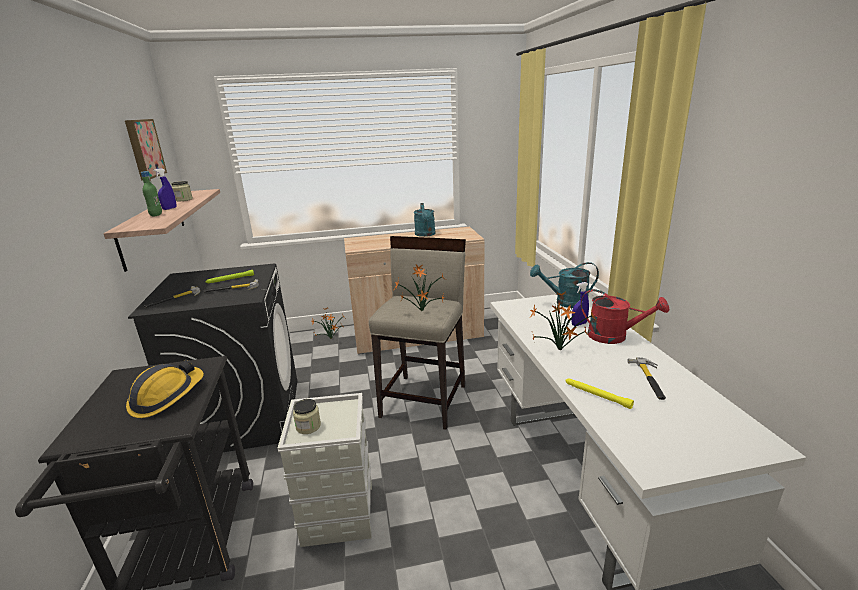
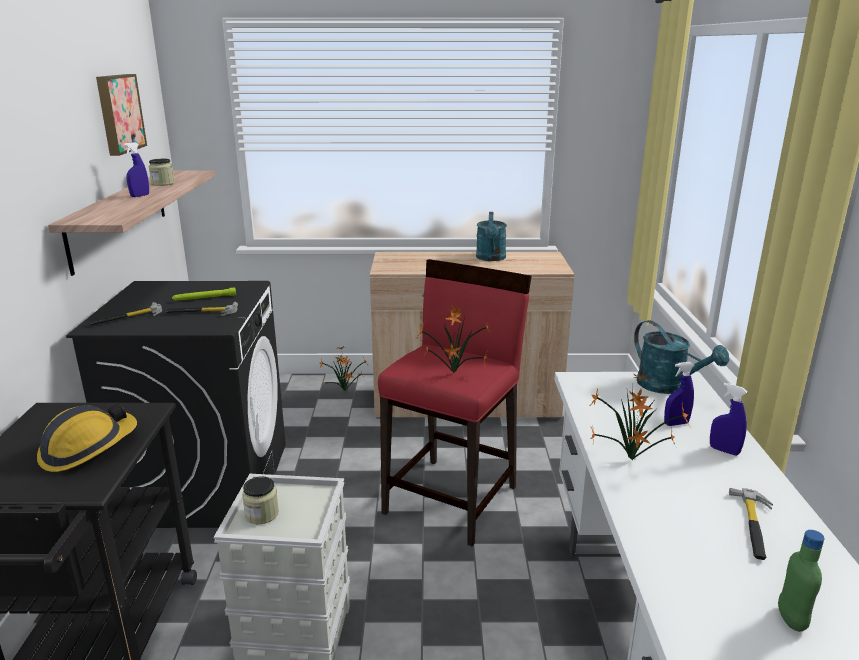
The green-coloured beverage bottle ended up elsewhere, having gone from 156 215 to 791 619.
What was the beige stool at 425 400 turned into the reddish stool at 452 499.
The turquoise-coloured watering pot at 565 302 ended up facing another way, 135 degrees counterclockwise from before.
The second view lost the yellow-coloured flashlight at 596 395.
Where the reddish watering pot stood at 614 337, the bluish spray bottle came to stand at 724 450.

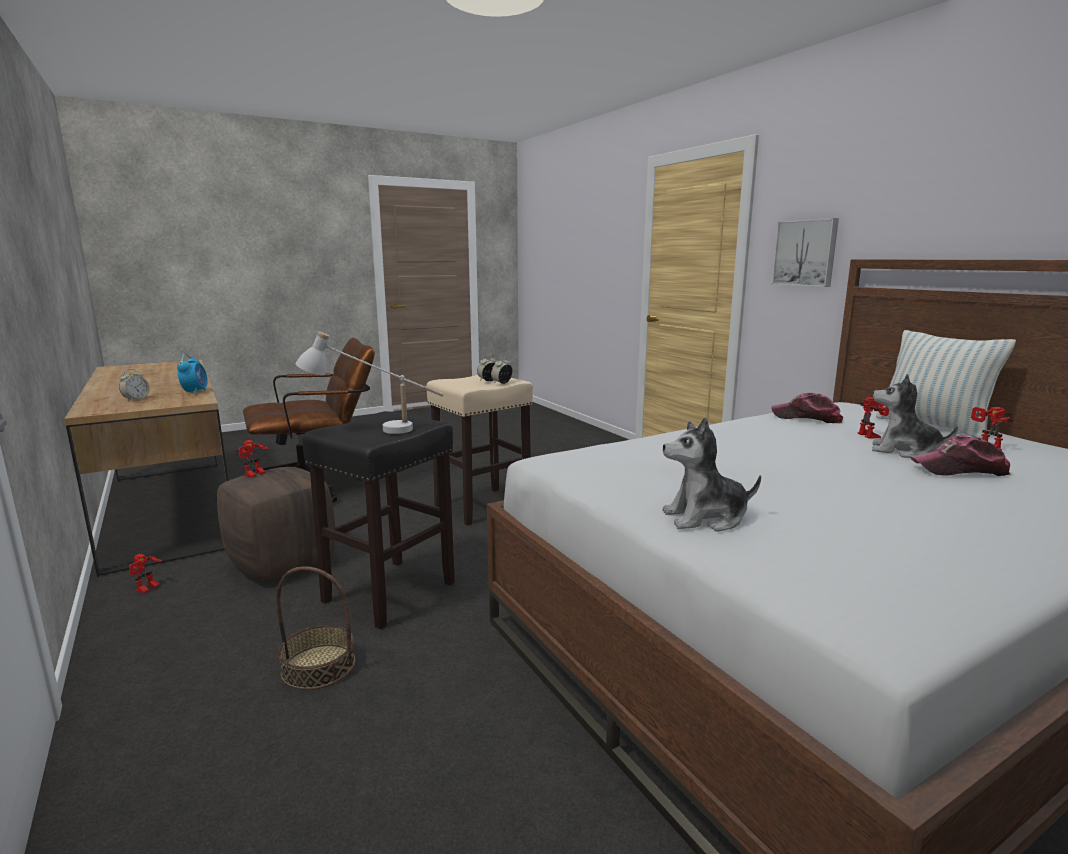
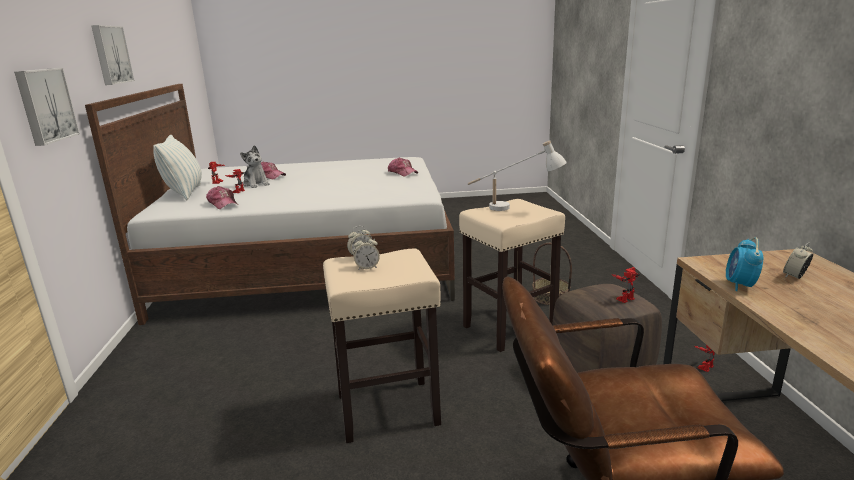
What was the black-coloured stool at 390 591 turned into the beige stool at 509 328.
Where the soft toy stood at 705 518, the peaked cap came to stand at 402 173.
The second view gained the picture at 110 55.

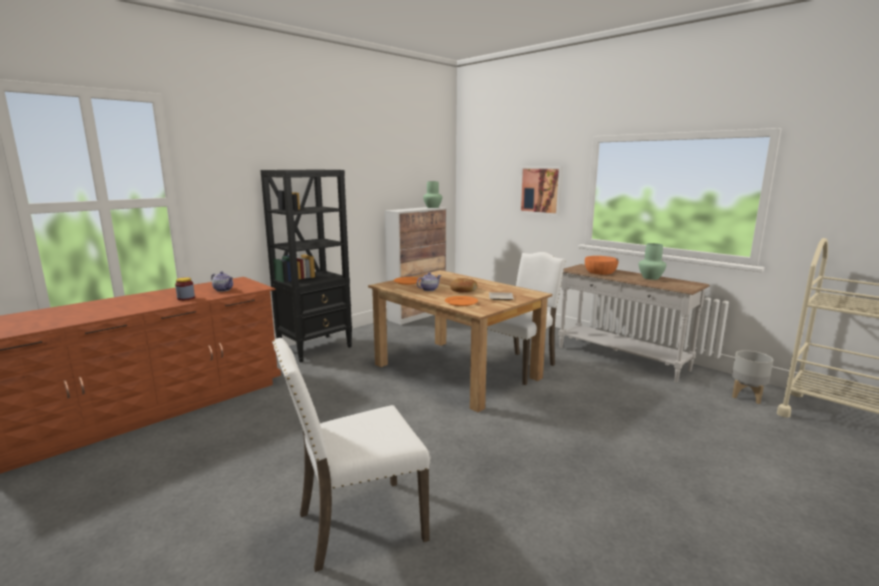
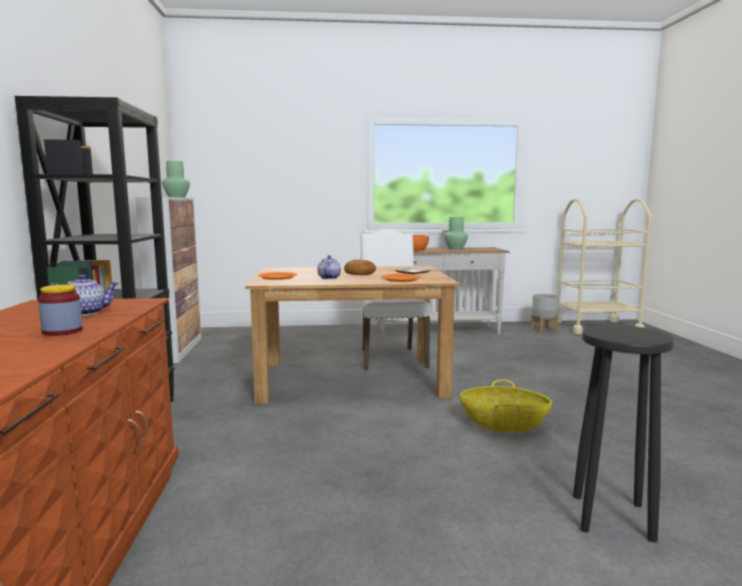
Where the white plain chair stood at 357 525, the black-coloured stool came to stand at 610 516.
The second view lost the picture at 540 190.
The second view gained the storage basket at 504 424.

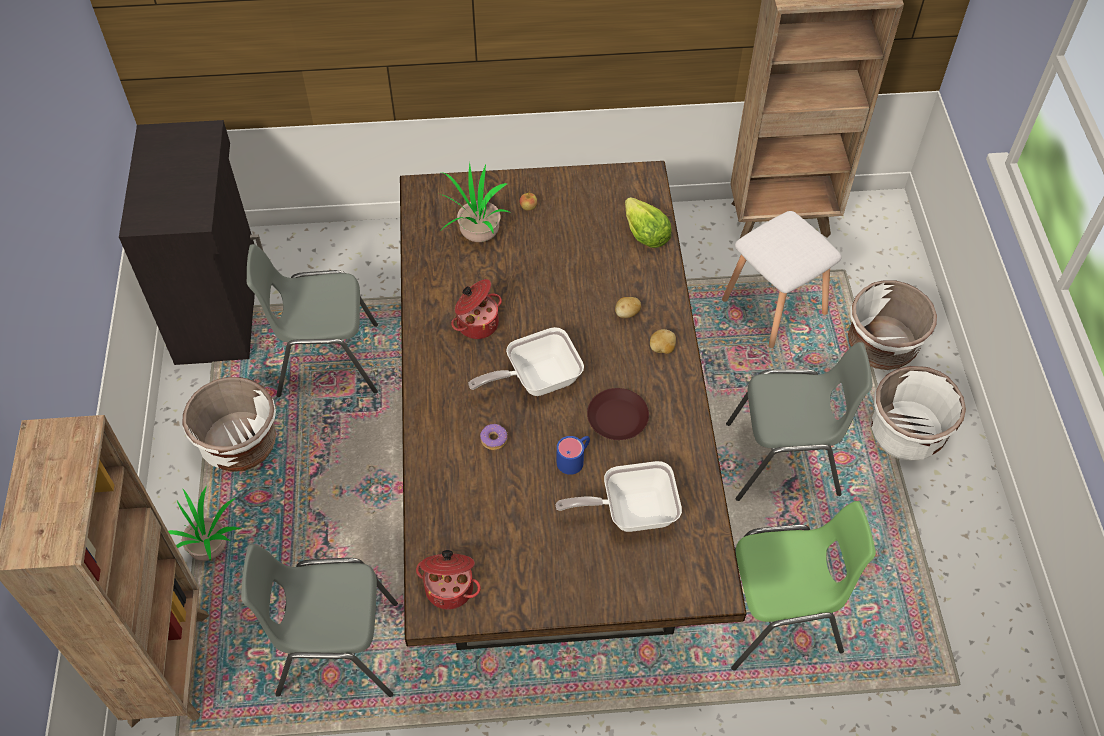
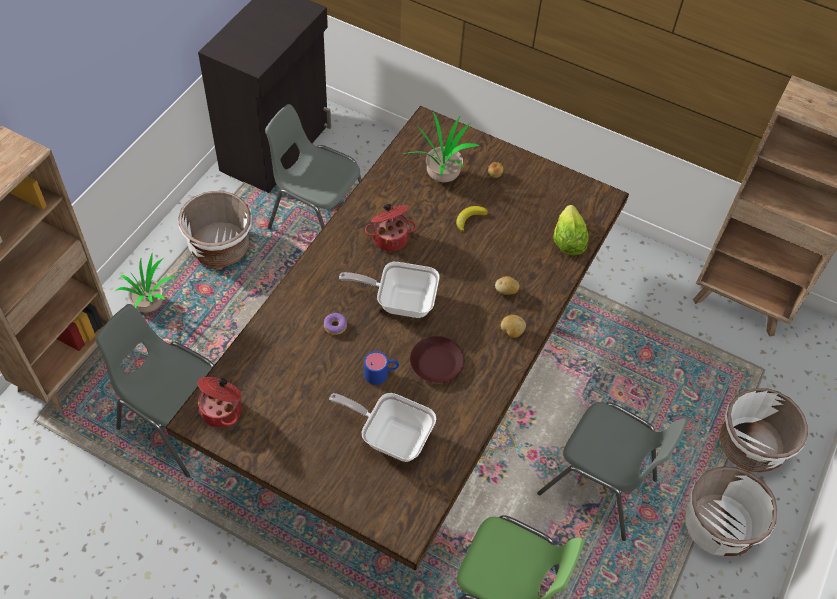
The second view lost the white stool at 776 307.
The second view gained the banana fruit at 469 219.

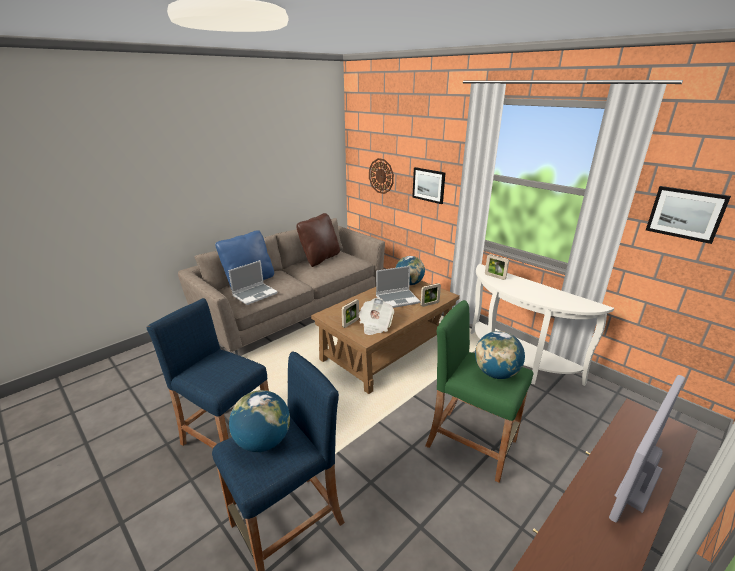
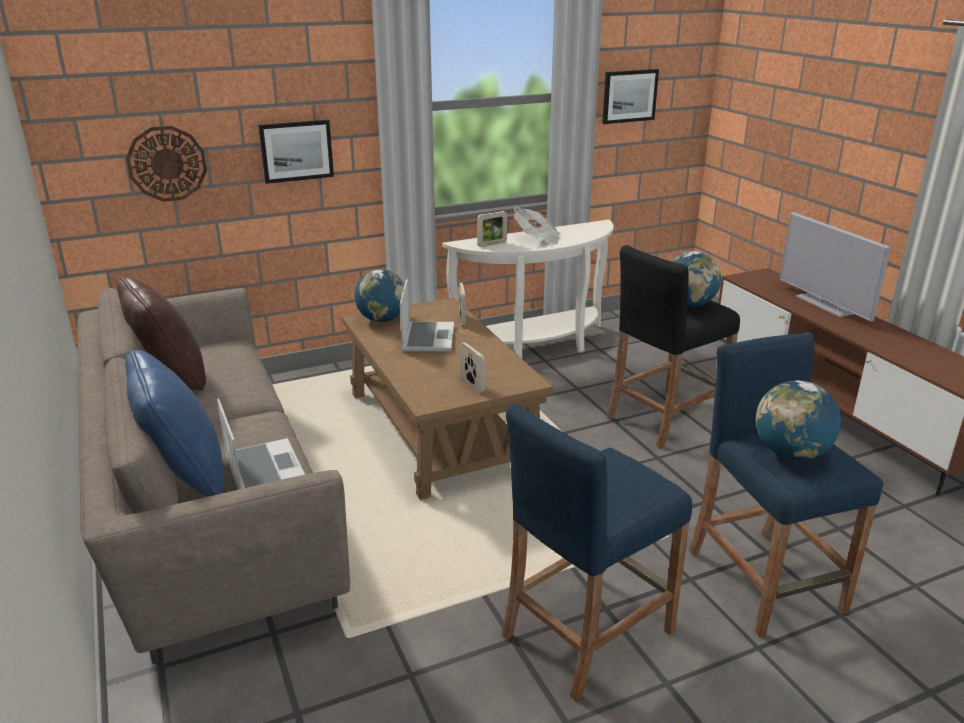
The daily paper ended up elsewhere, having gone from 375 325 to 537 239.
What was the green-coloured stool at 471 443 turned into the black-coloured stool at 664 417.

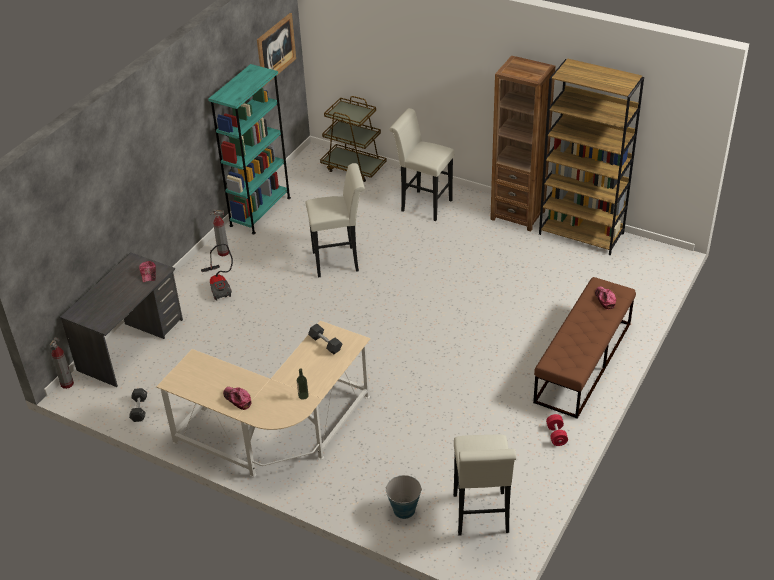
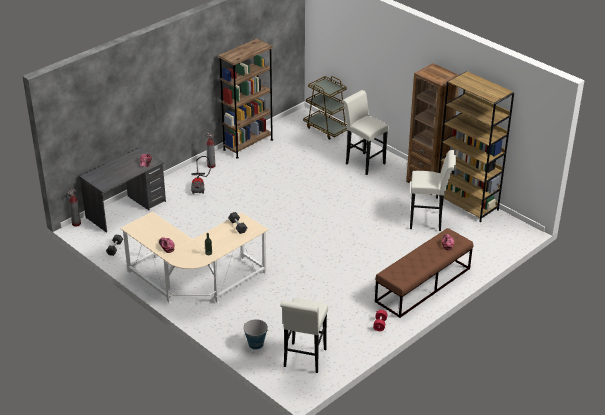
What was the turquoise-coloured shelving unit at 260 211 turned into the brown-coloured shelving unit at 248 145.
The second view lost the picture at 276 49.
The white stool ended up elsewhere, having gone from 339 261 to 429 221.

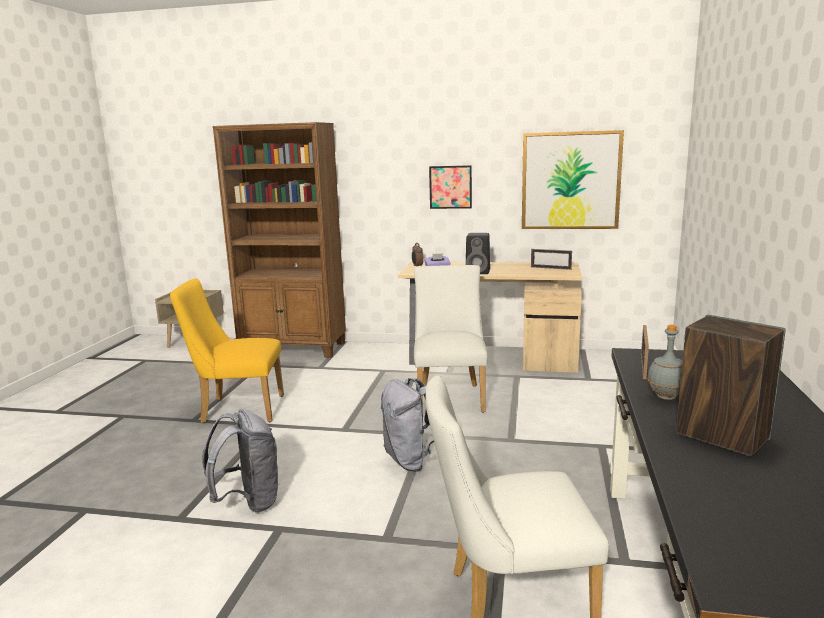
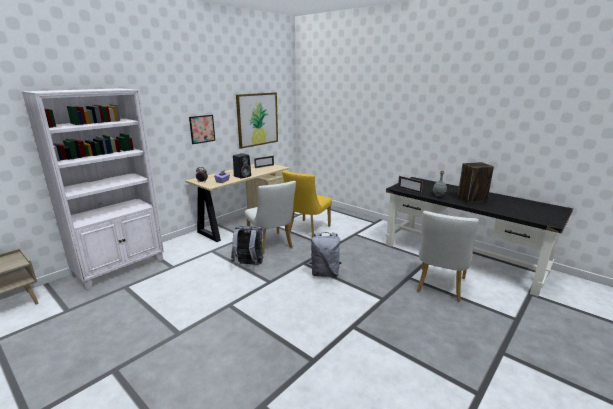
The yellow-coloured plain chair ended up elsewhere, having gone from 236 410 to 307 230.
The greyish backpack ended up elsewhere, having gone from 248 502 to 249 265.
What was the brown-coloured shelving unit at 294 348 turned into the white shelving unit at 120 267.
The white plain chair at 450 396 ended up facing another way, 150 degrees counterclockwise from before.

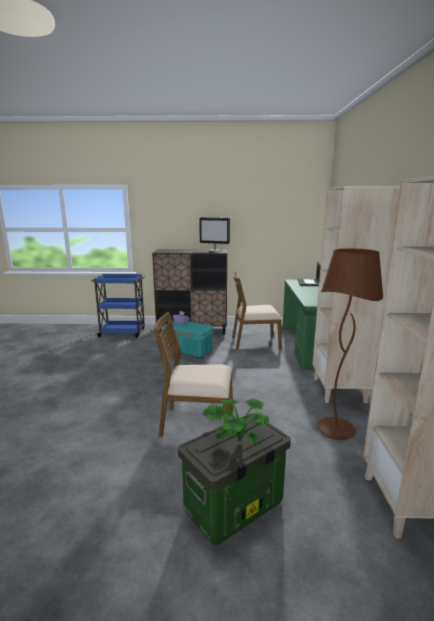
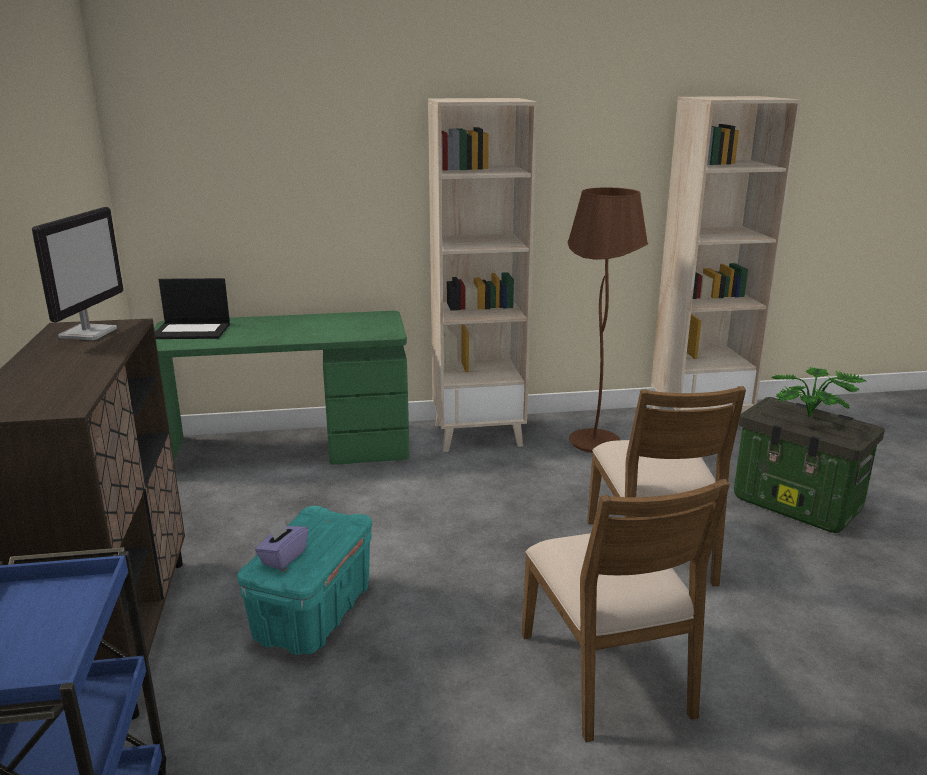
The brown-coloured plain chair ended up elsewhere, having gone from 255 342 to 608 673.

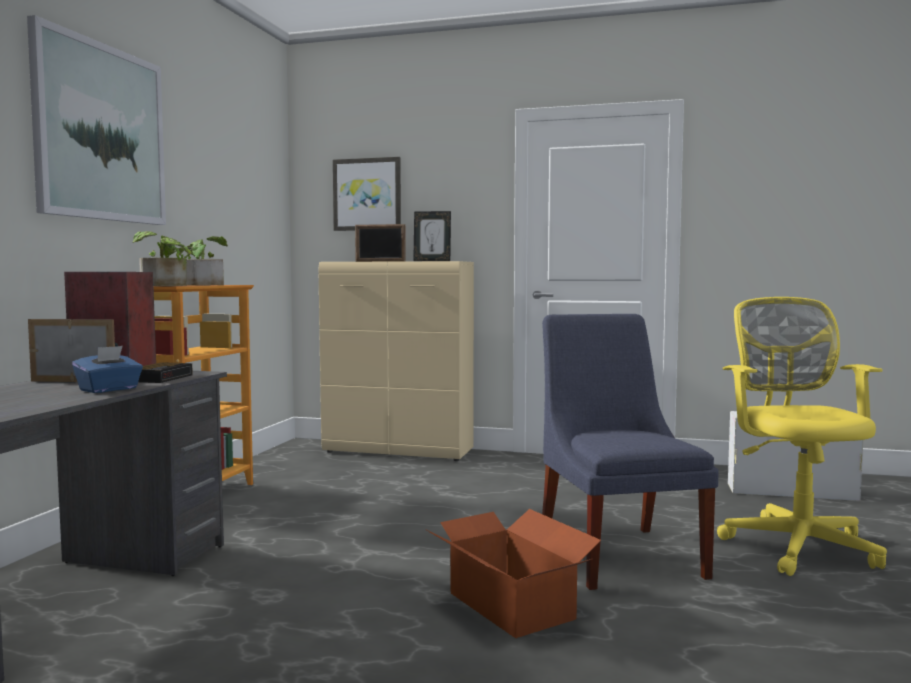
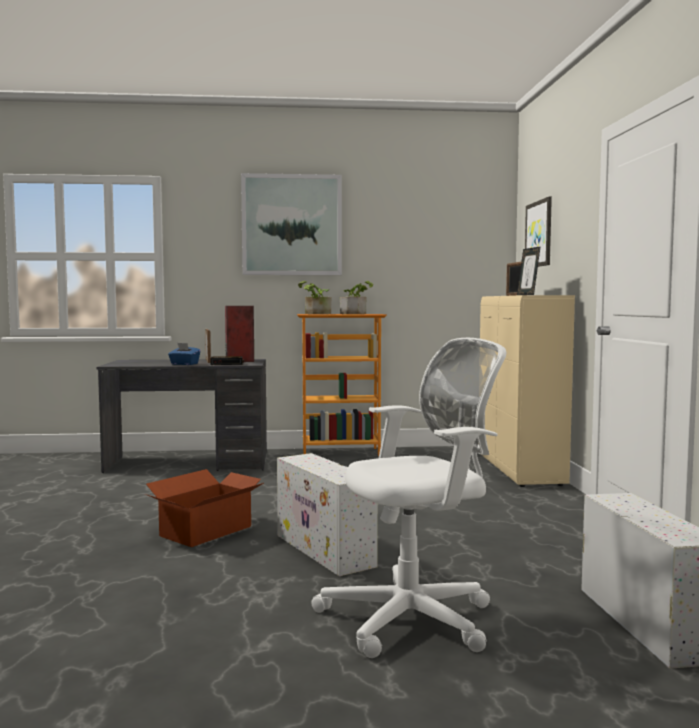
Where the bluish plain chair stood at 618 553, the white storage bin came to stand at 325 551.
What was the yellow-coloured office chair at 797 544 turned into the white office chair at 415 618.

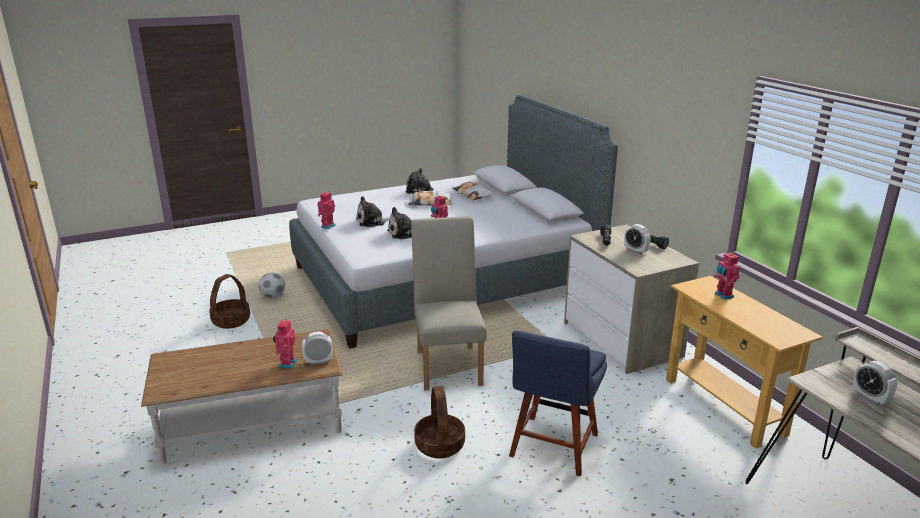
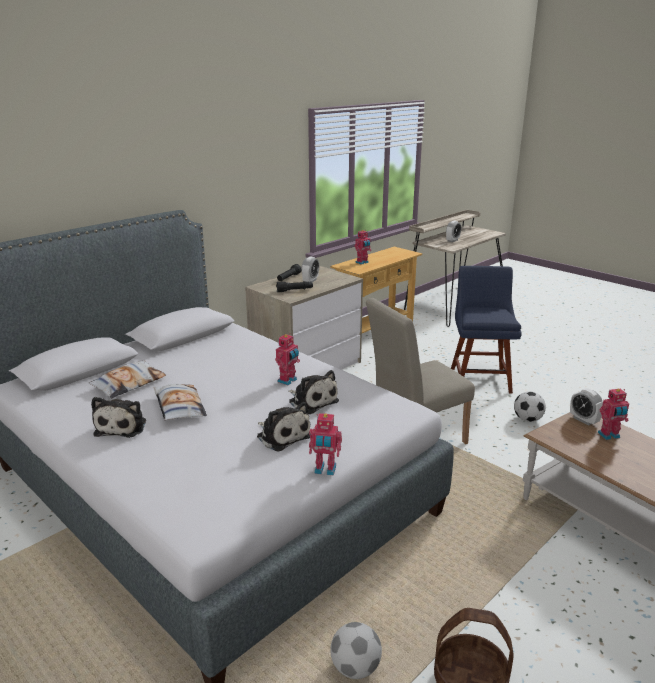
Where the storage basket stood at 440 445, the football came to stand at 527 419.
The bluish plain chair at 552 448 ended up facing another way, 90 degrees counterclockwise from before.

